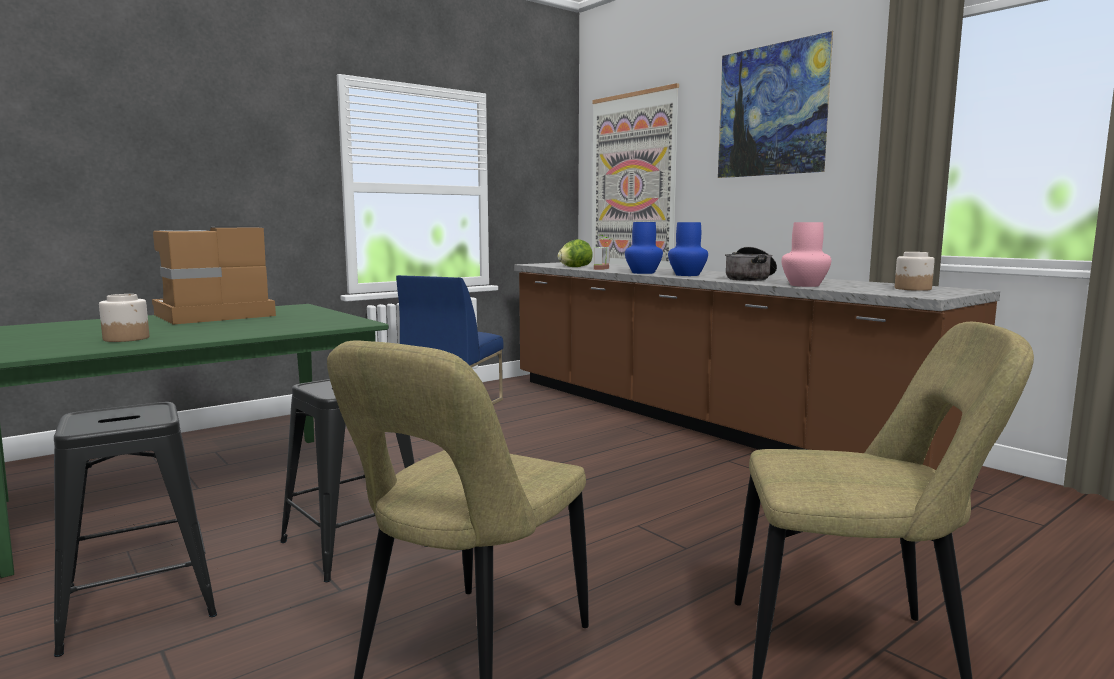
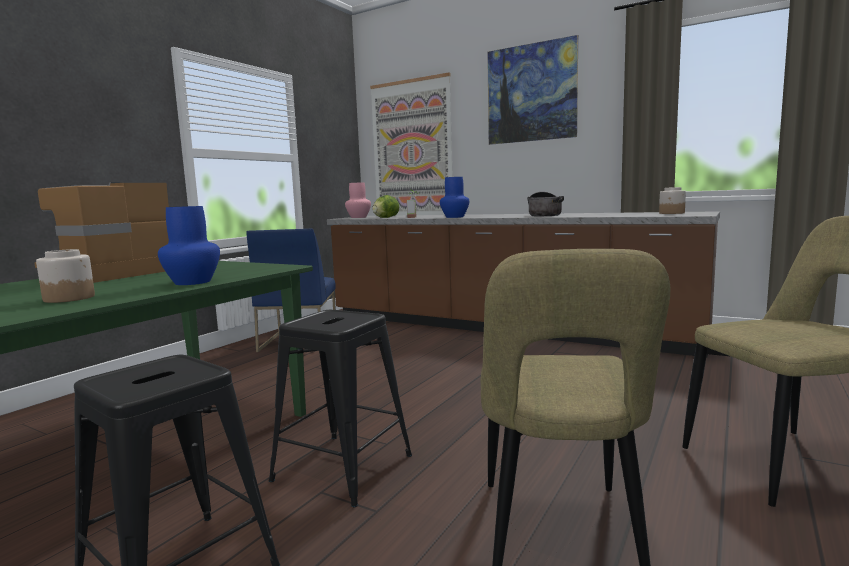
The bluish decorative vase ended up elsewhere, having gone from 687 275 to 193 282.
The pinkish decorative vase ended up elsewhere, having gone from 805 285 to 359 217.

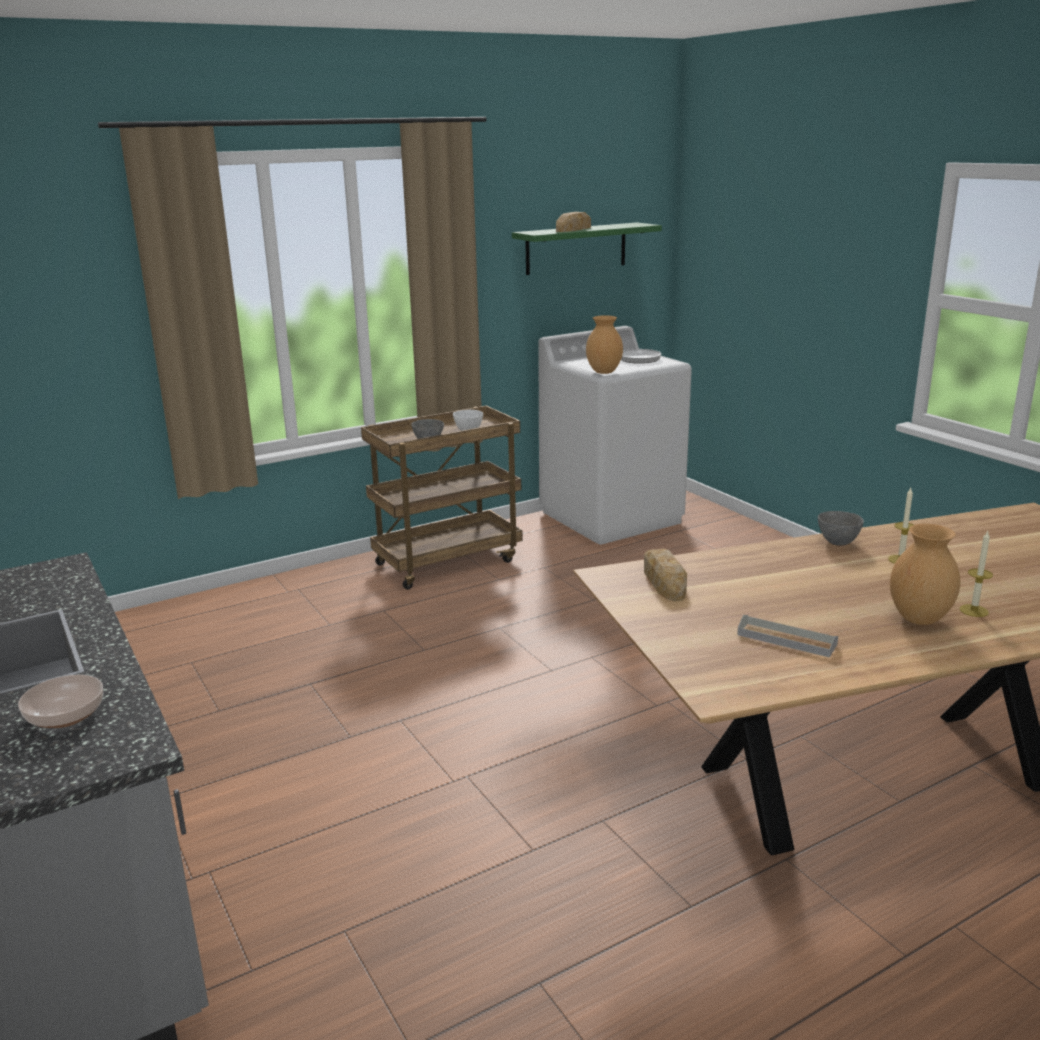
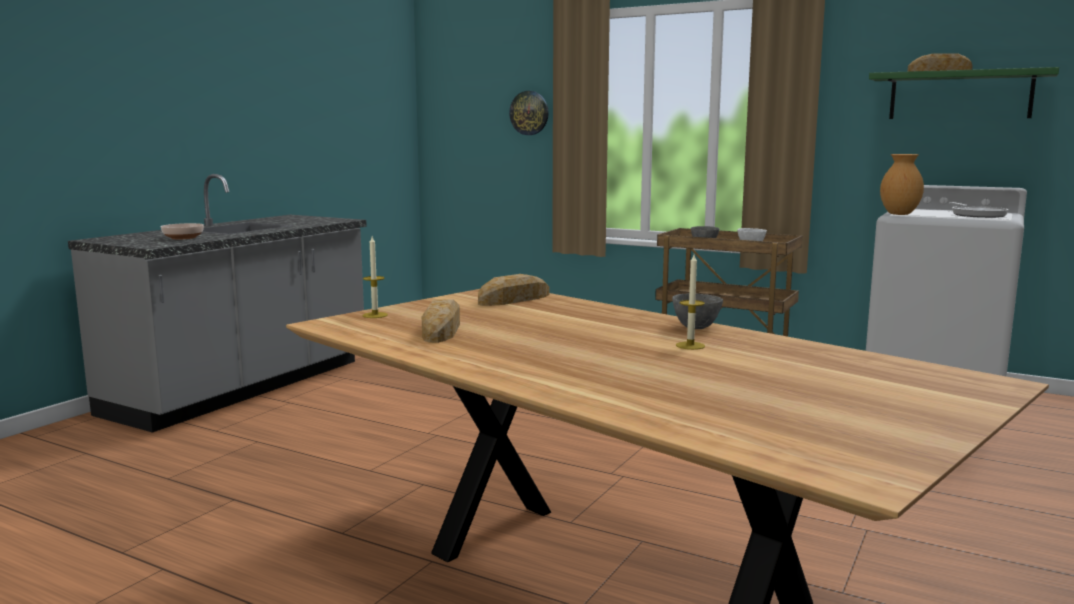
Where the greyish serving tray stood at 786 639, the bread came to stand at 441 330.
The second view lost the brown-coloured decorative vase at 919 619.
The wax light ended up elsewhere, having gone from 973 610 to 375 315.
The second view gained the wall clock at 529 113.

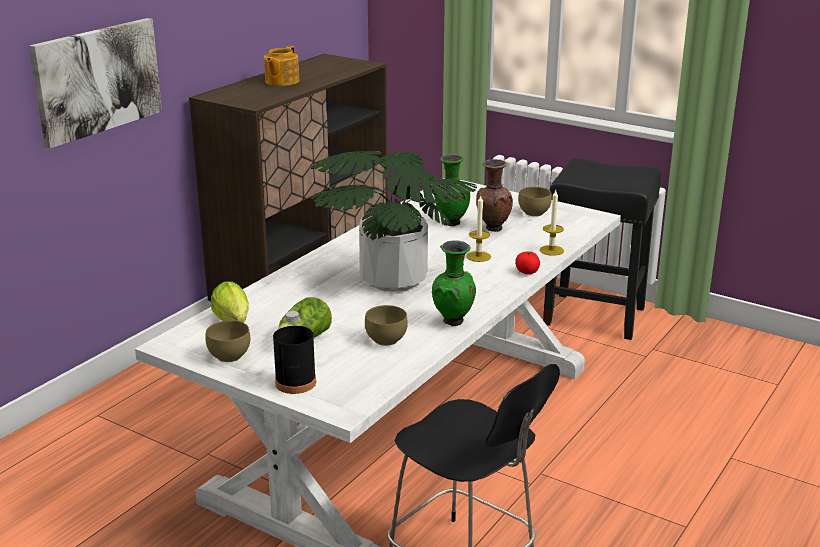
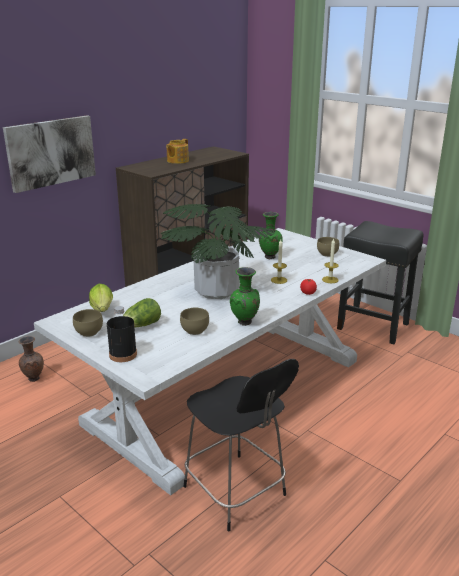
The brown-coloured decorative vase ended up elsewhere, having gone from 492 228 to 33 378.

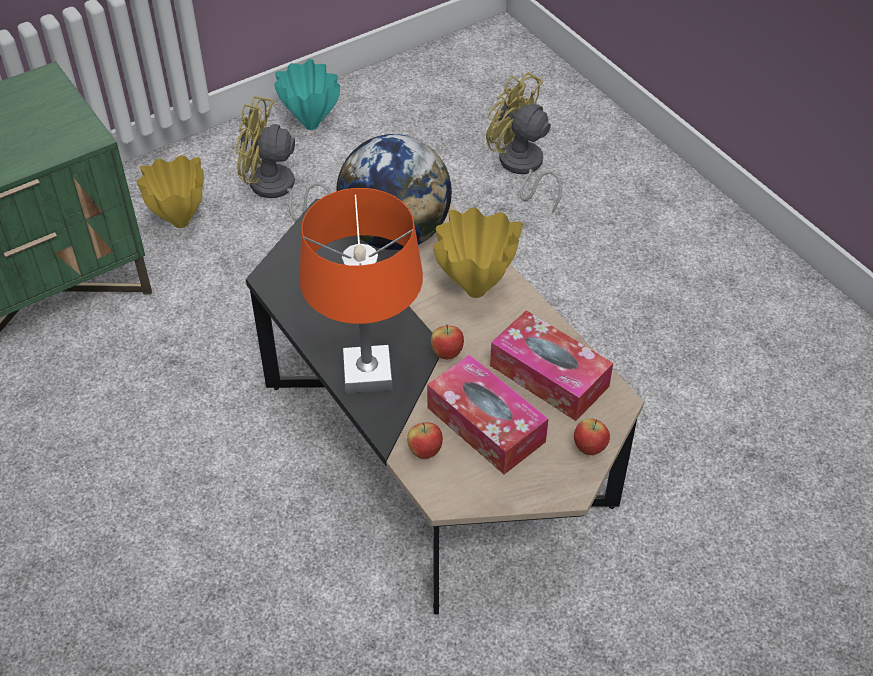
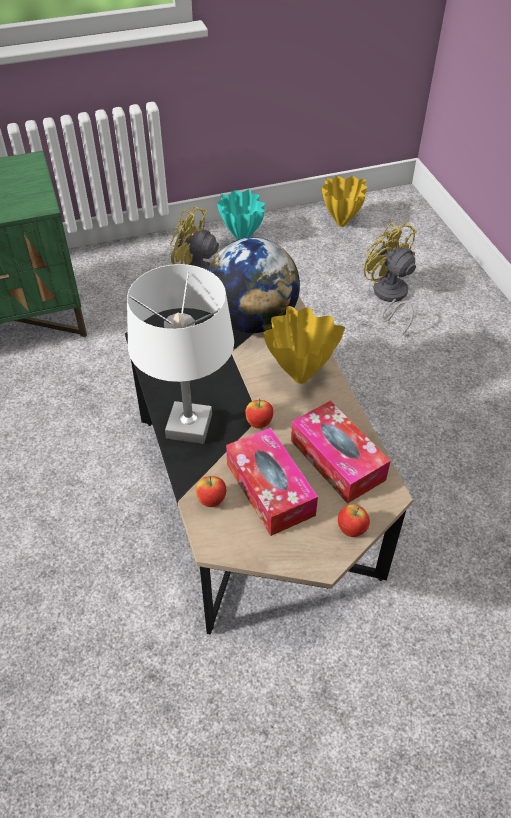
The yellow-coloured decorative vase ended up elsewhere, having gone from 180 223 to 340 224.
What was the orange lamp for a table at 368 374 turned into the white lamp for a table at 190 426.

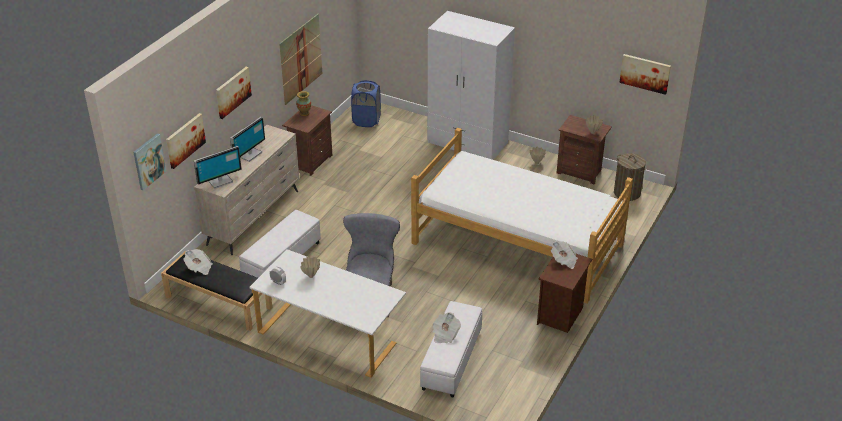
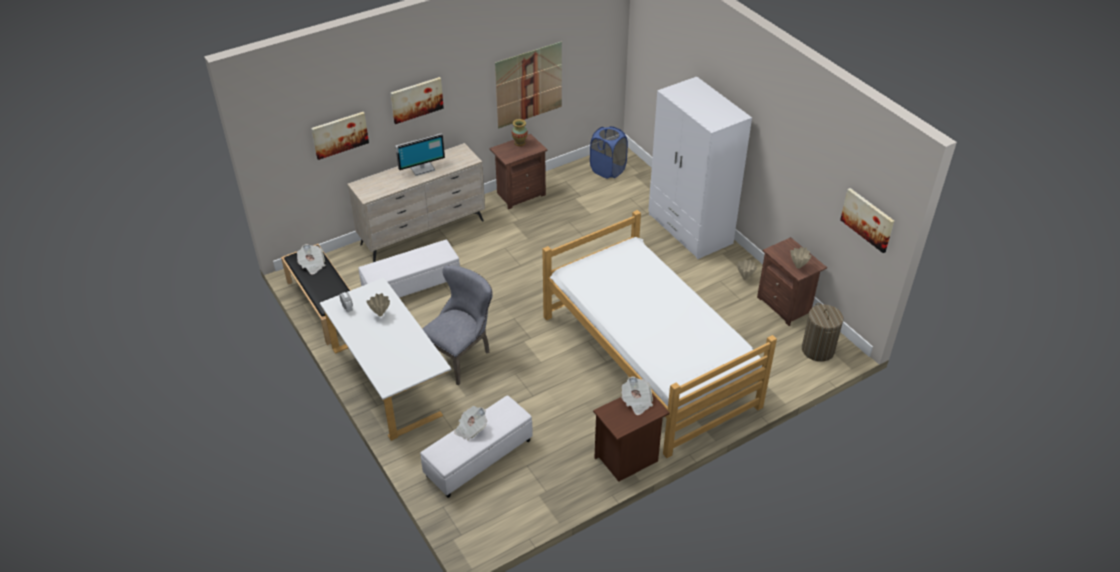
The second view lost the picture at 149 161.
The second view lost the computer display at 220 181.

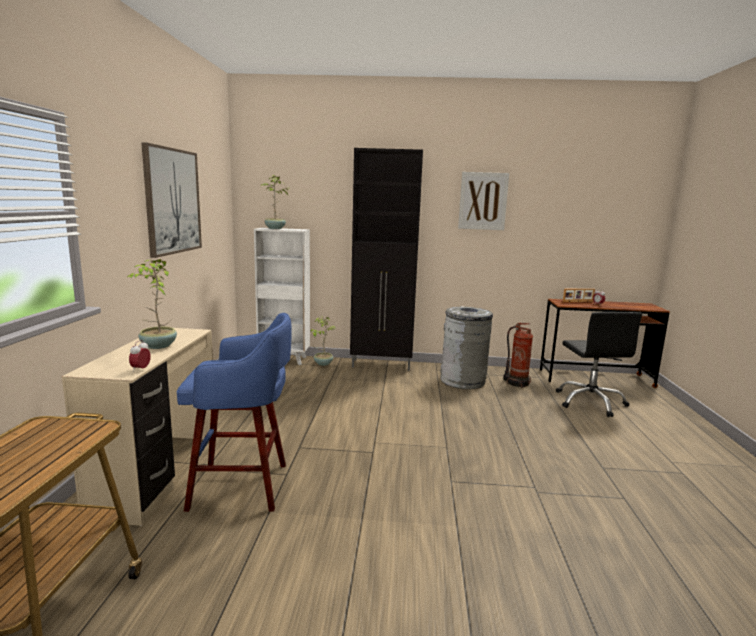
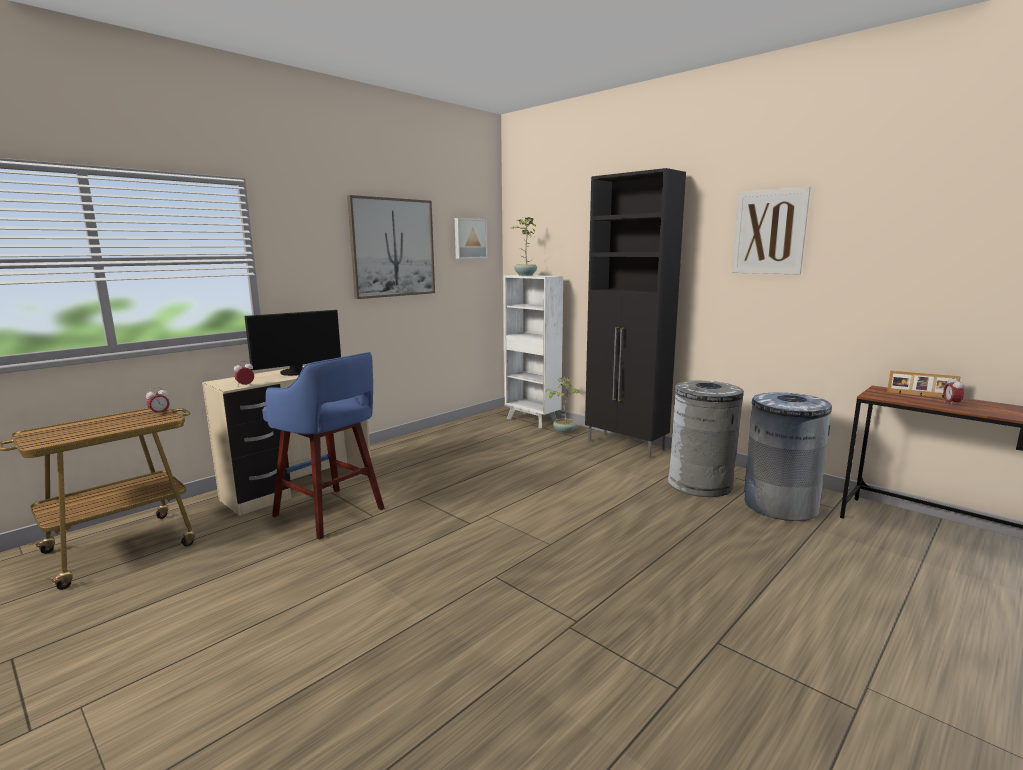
Where the plant in a pot stood at 157 346, the computer display came to stand at 297 373.
Where the fire extinguisher stood at 517 383, the greyish waste bin came to stand at 779 505.
The second view lost the black-coloured office chair at 590 402.
The second view gained the alarm clock at 159 413.
The second view gained the picture at 469 238.

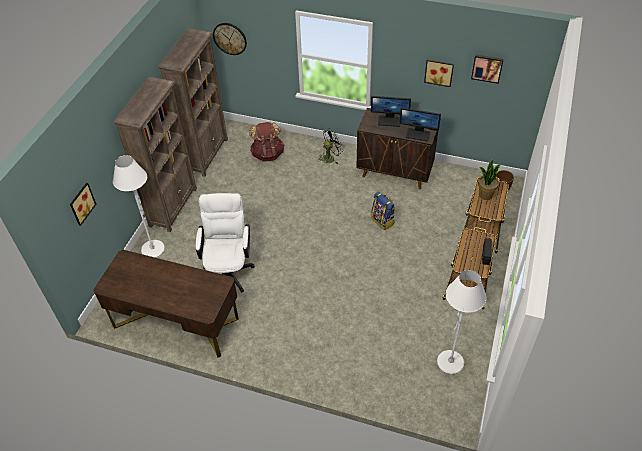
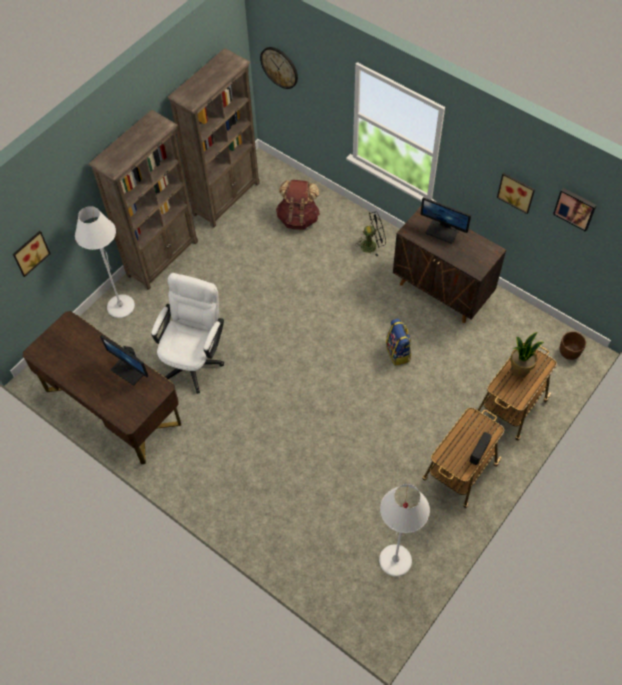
The computer display ended up elsewhere, having gone from 418 134 to 129 370.

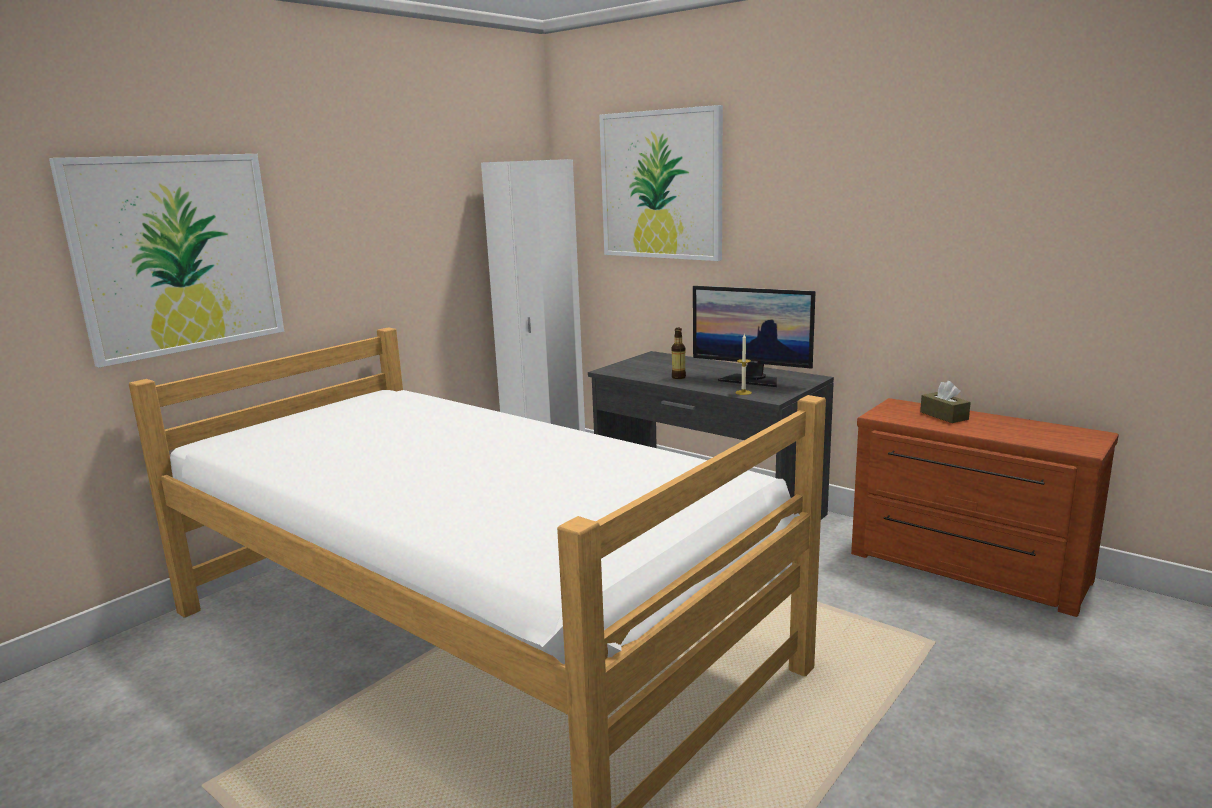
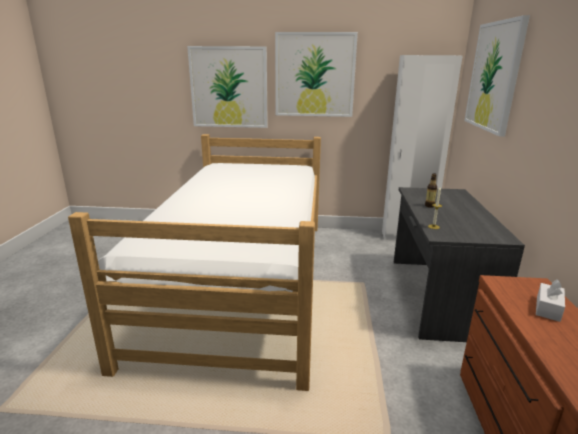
The second view lost the computer display at 752 380.
What was the brown-coloured tissue holder at 944 416 turned into the white tissue holder at 548 308.
The second view gained the picture at 314 75.

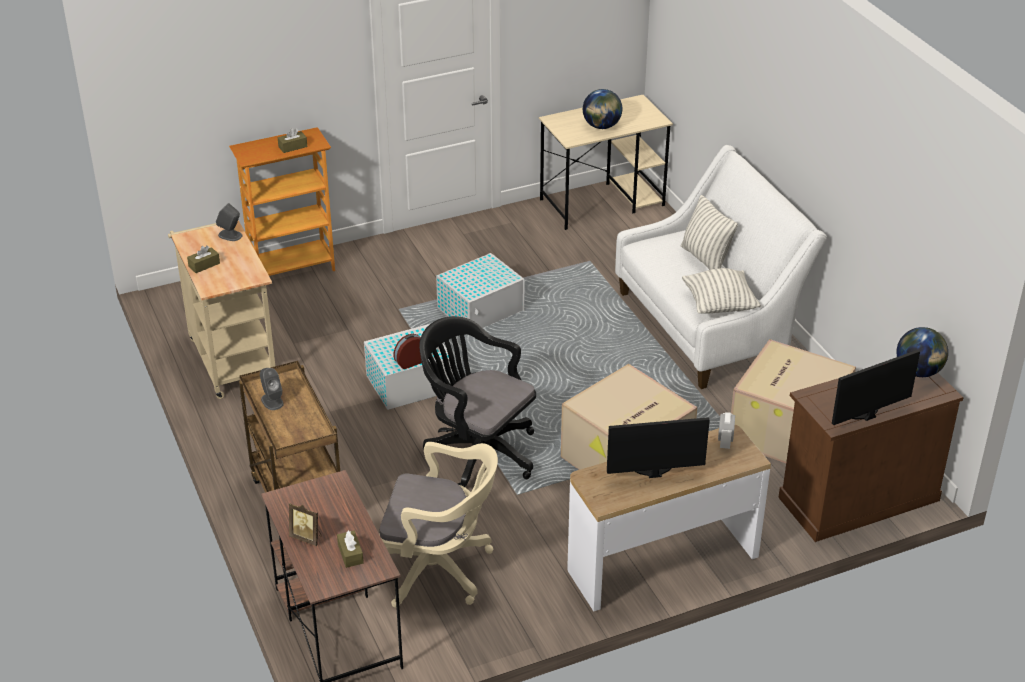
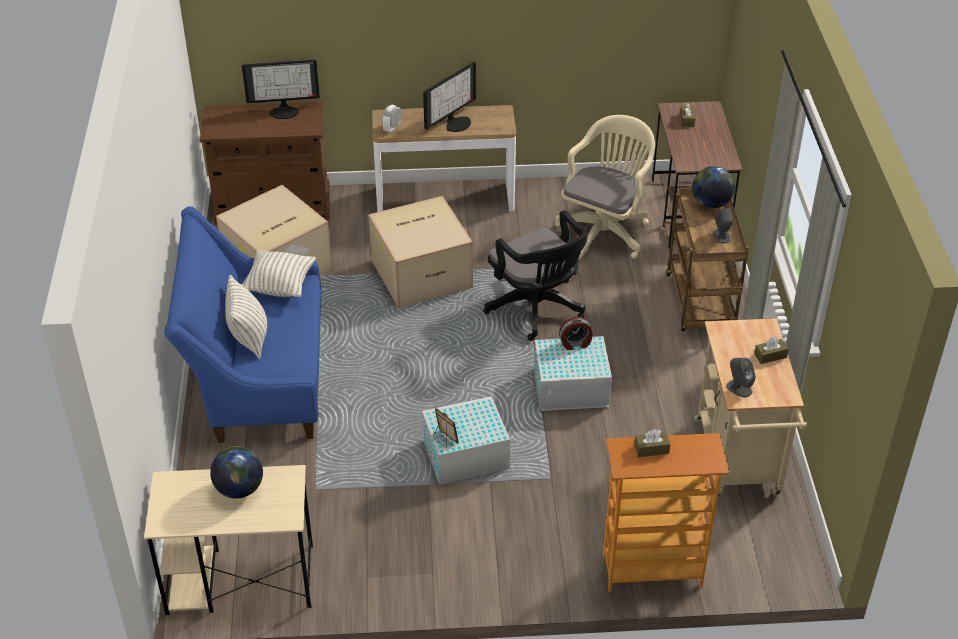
The standing frame ended up elsewhere, having gone from 307 537 to 444 440.
The beige office chair at 439 569 ended up facing another way, 90 degrees clockwise from before.
The computer display at 652 469 ended up facing another way, 60 degrees counterclockwise from before.
What was the white couch at 708 325 turned into the bluish couch at 258 377.
The world globe ended up elsewhere, having gone from 918 371 to 710 203.

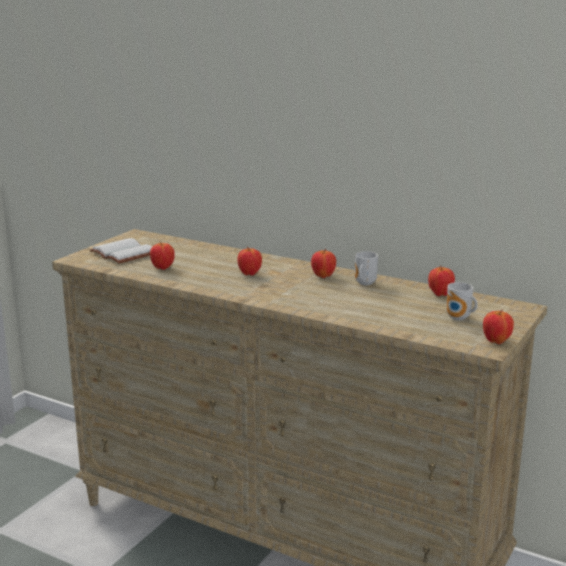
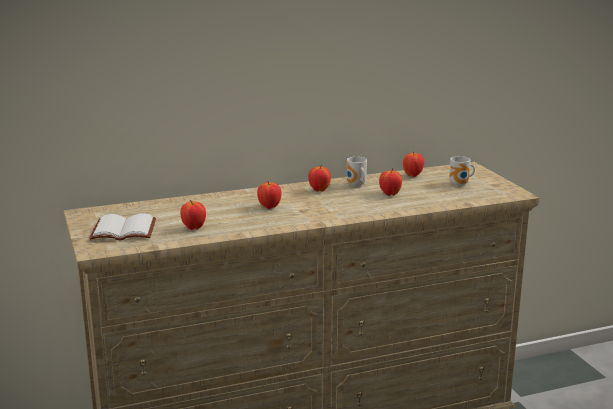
The apple ended up elsewhere, having gone from 496 341 to 390 194.

